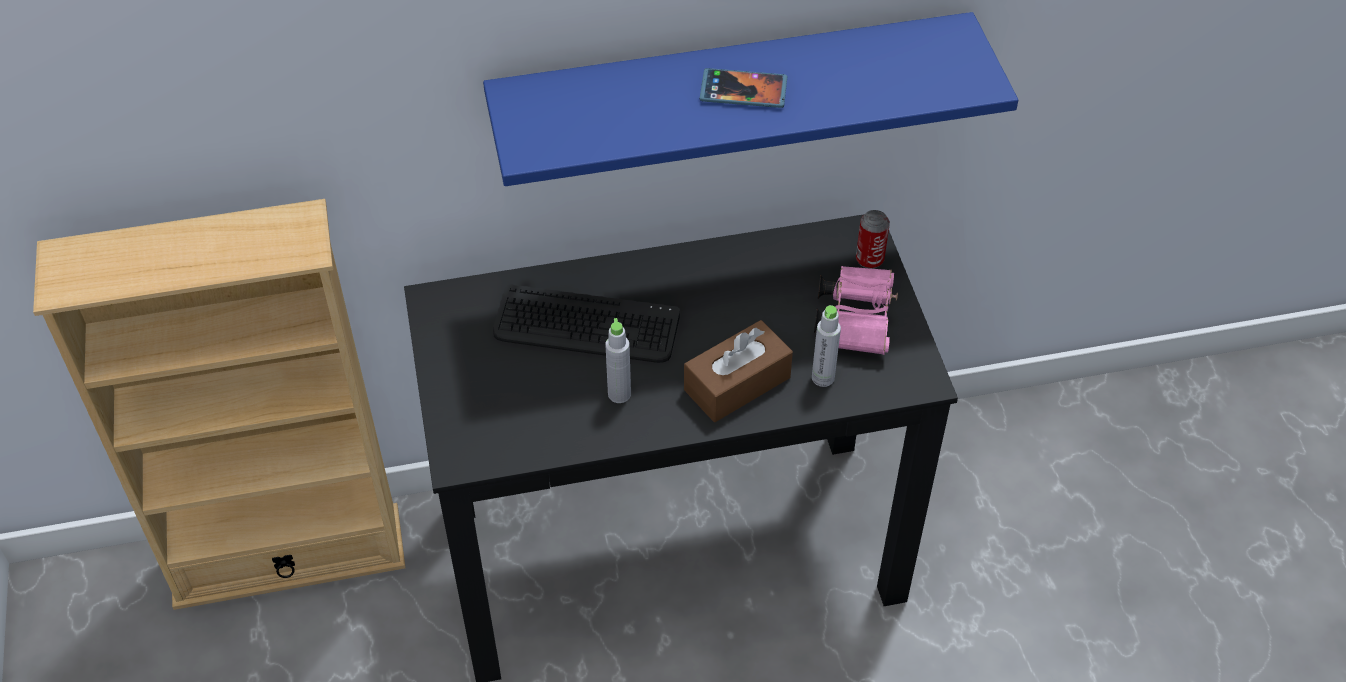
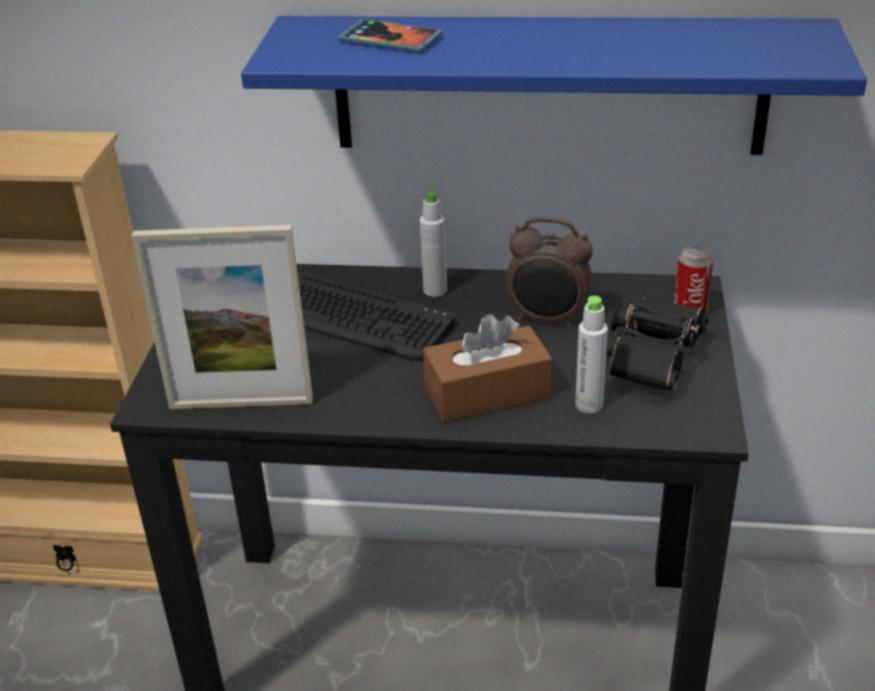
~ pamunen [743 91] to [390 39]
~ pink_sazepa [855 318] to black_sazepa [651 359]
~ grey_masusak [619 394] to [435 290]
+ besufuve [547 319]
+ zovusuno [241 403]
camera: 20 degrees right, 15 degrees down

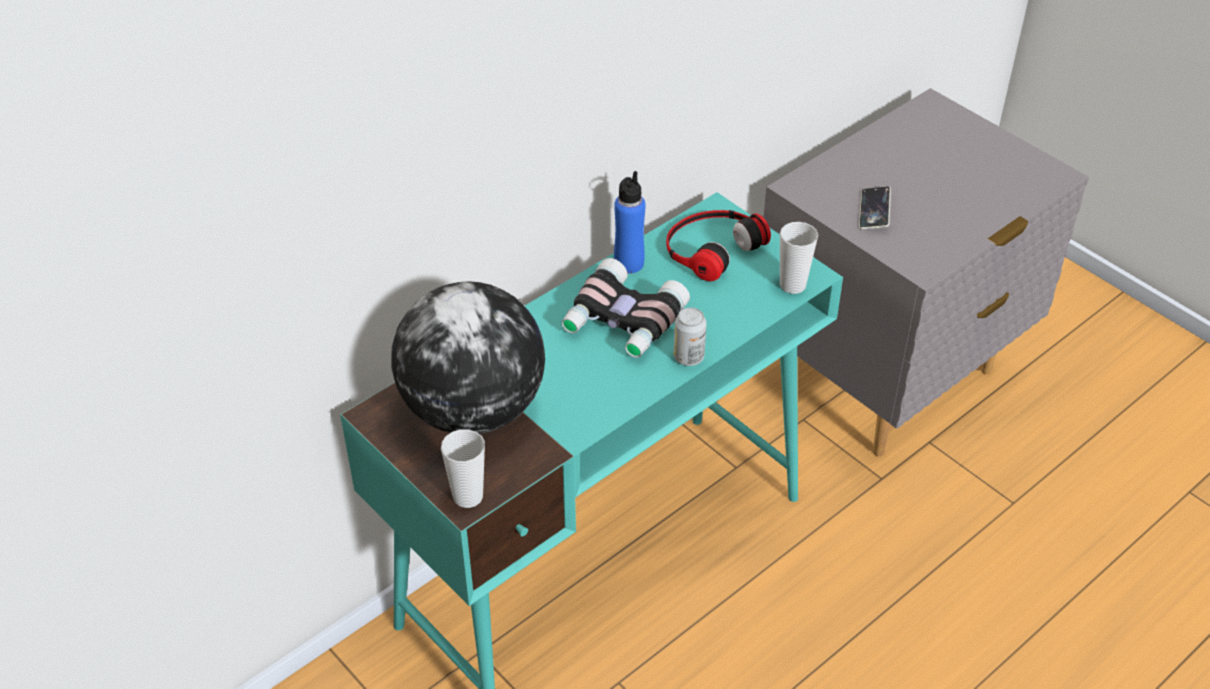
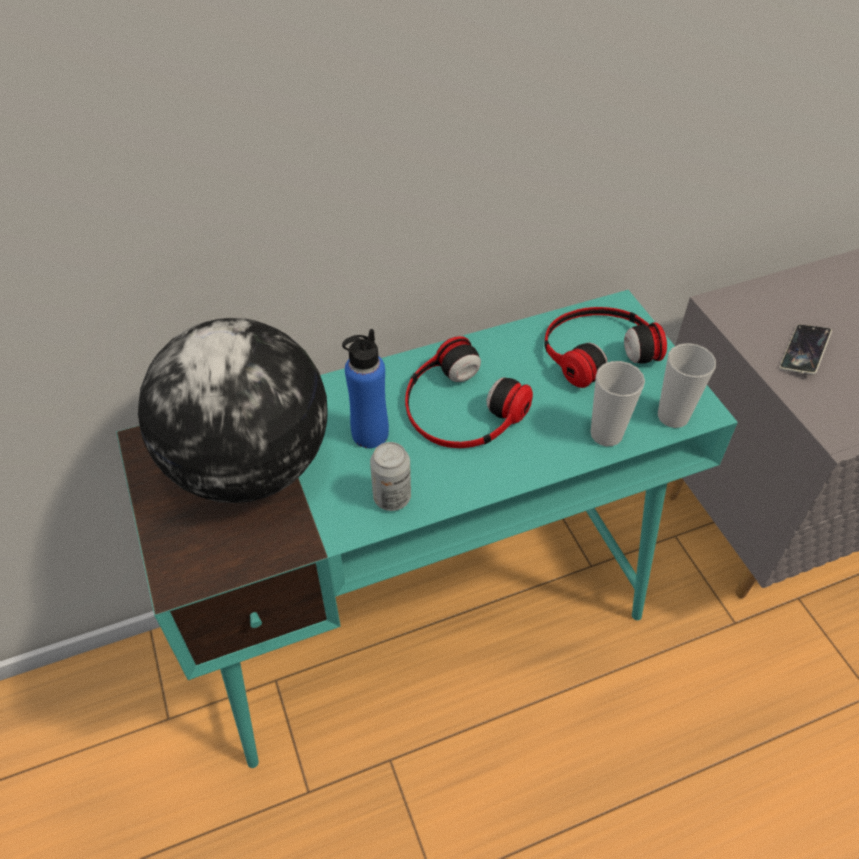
~ blue_masusak [628 263] to [370 434]
~ sazepa [622 321] to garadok [460 408]
~ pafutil [688 357] to [392 498]
~ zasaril [468 496] to [606 434]
camera: 20 degrees right, 5 degrees up

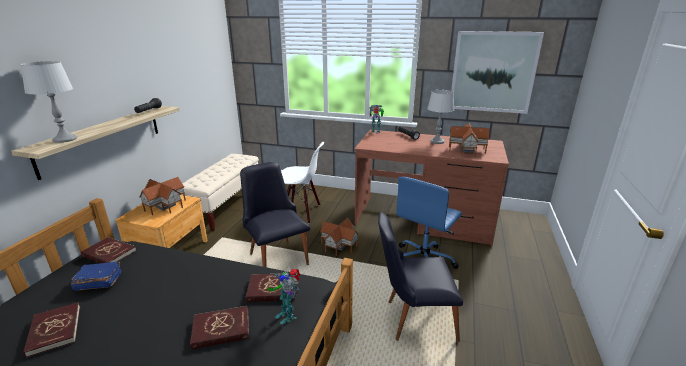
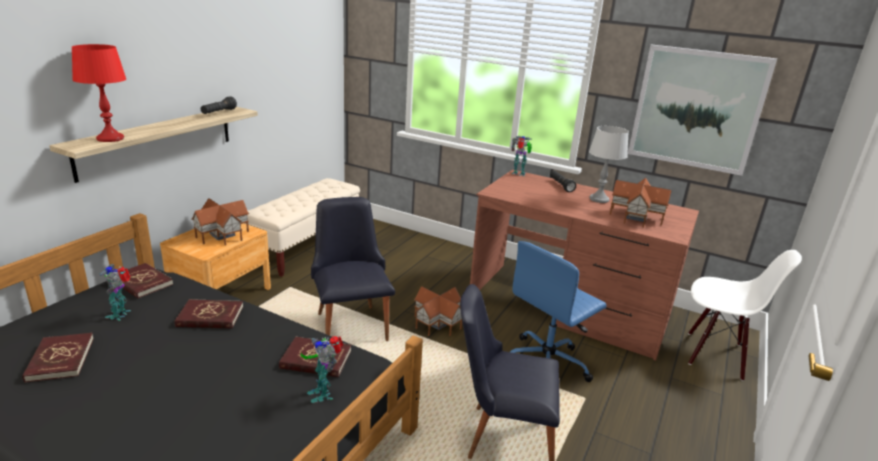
~ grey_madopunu [65 139] to red_madopunu [111 138]
~ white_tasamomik [301 212] to [715 355]
~ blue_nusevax [98 282] to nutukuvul [121 314]
~ red_nusevax [221 329] to [210 317]
camera: 10 degrees right, 0 degrees up

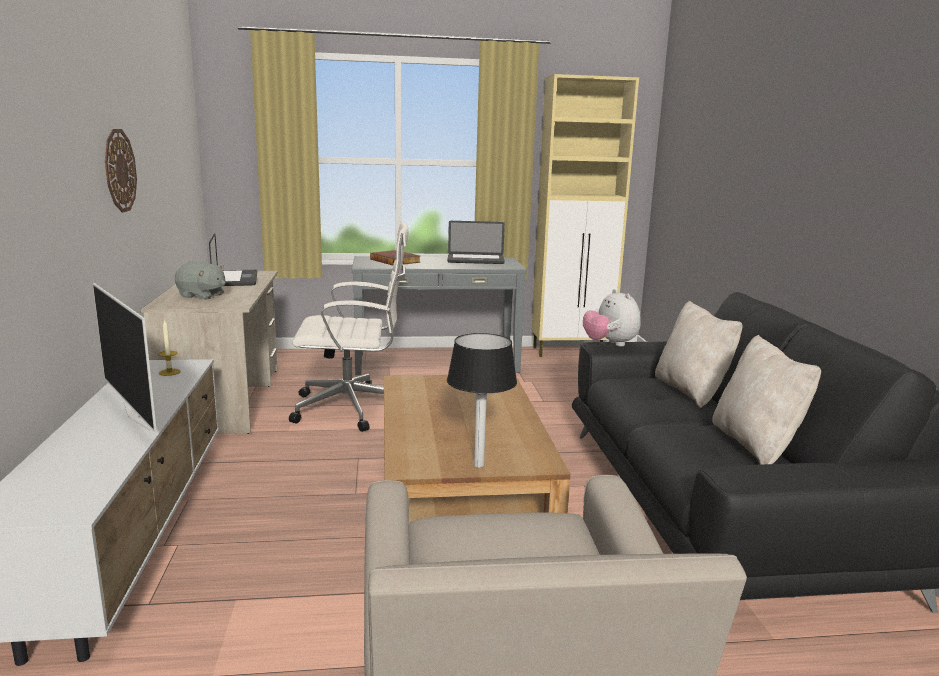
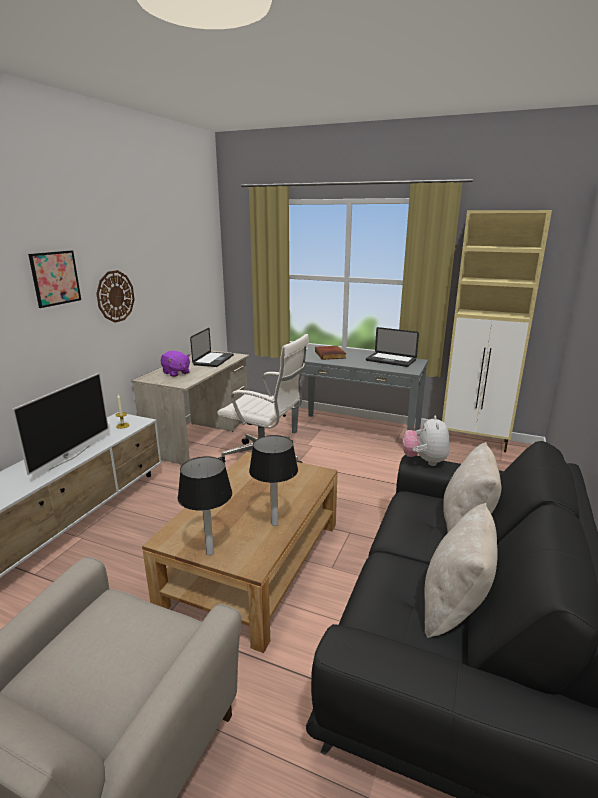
~ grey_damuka [202 296] to purple_damuka [176 373]
~ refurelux [138 415] = [69 457] 150 degrees counterclockwise
+ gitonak [55 278]
+ madopunu [274 524]
camera: 30 degrees right, 5 degrees up

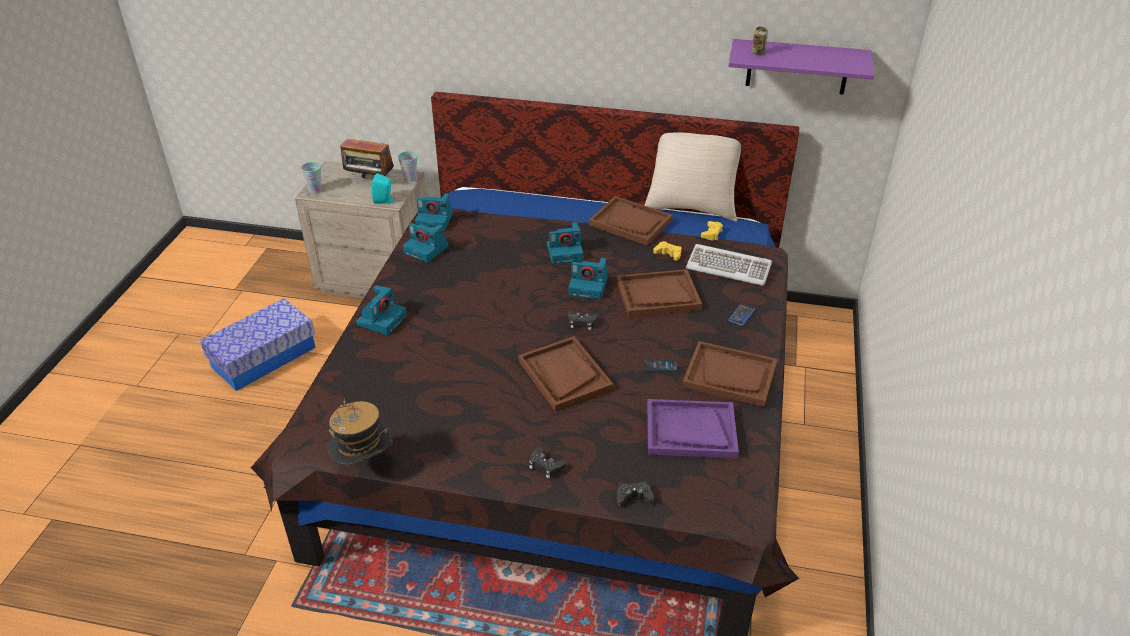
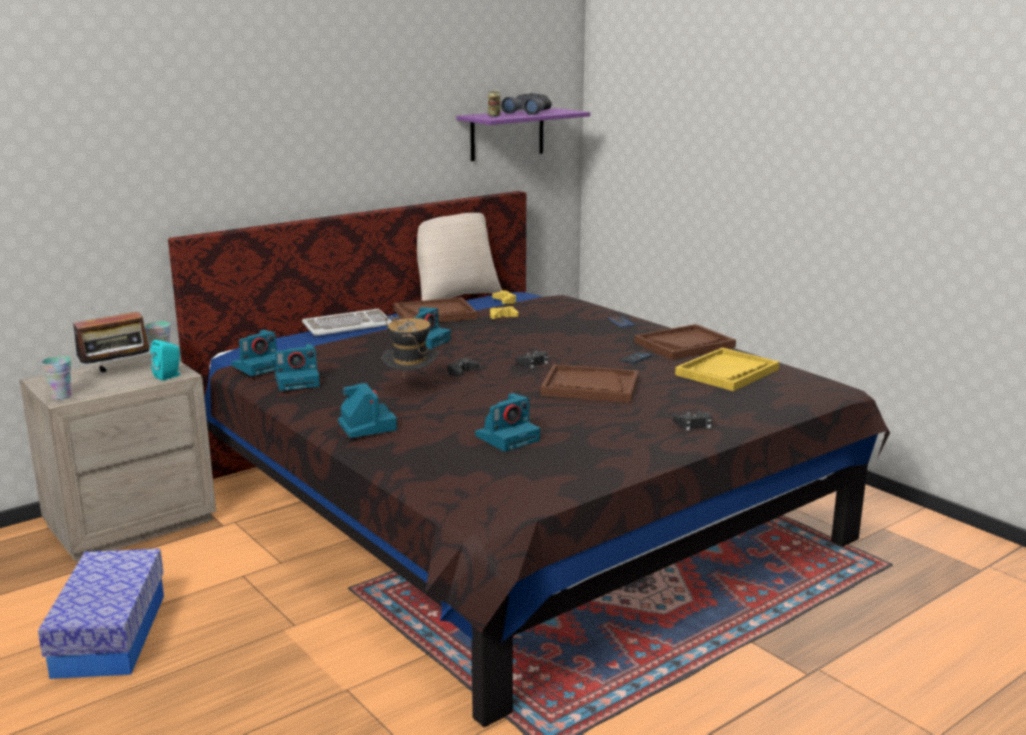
~ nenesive [729 267] to [347 326]
~ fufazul [589 286] to [508 437]
- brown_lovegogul [657 295]
~ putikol [364 465] to [411 388]
~ purple_lovegogul [690 431] to yellow_lovegogul [727 372]
~ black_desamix [633 497] to [462 372]
+ grey_sazepa [529 112]
camera: 50 degrees left, 20 degrees down

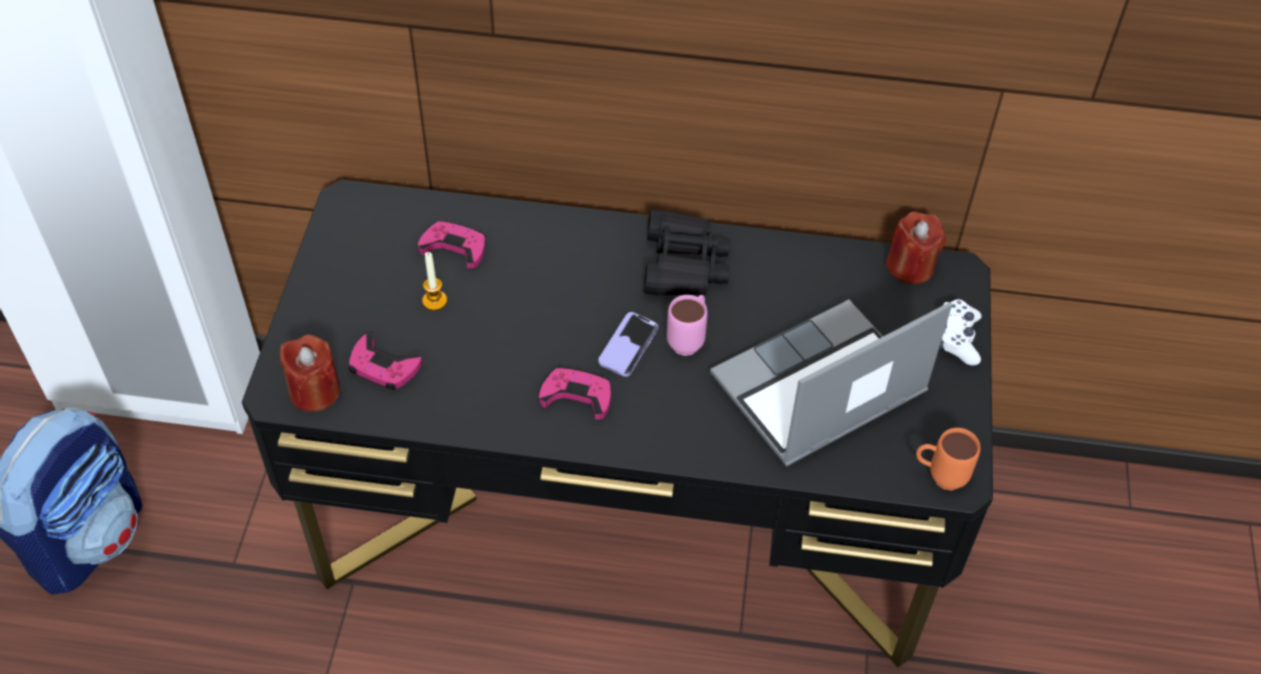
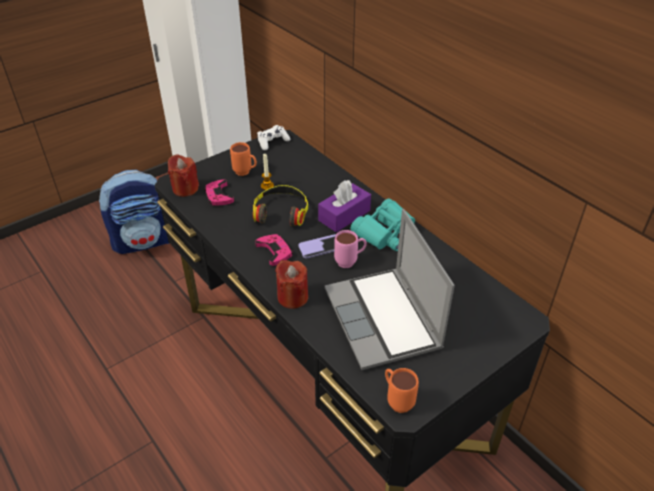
~ black_sazepa [683 265] to turquoise_sazepa [386 233]
~ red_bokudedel [910 266] to [292 297]
- pink_desamix [454 247]
~ white_desamix [958 338] to [272 142]
~ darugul [818 389] = [384 320] 120 degrees counterclockwise
+ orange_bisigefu [245 173]
+ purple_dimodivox [344 215]
+ garadok [281 211]
camera: 45 degrees right, 10 degrees down

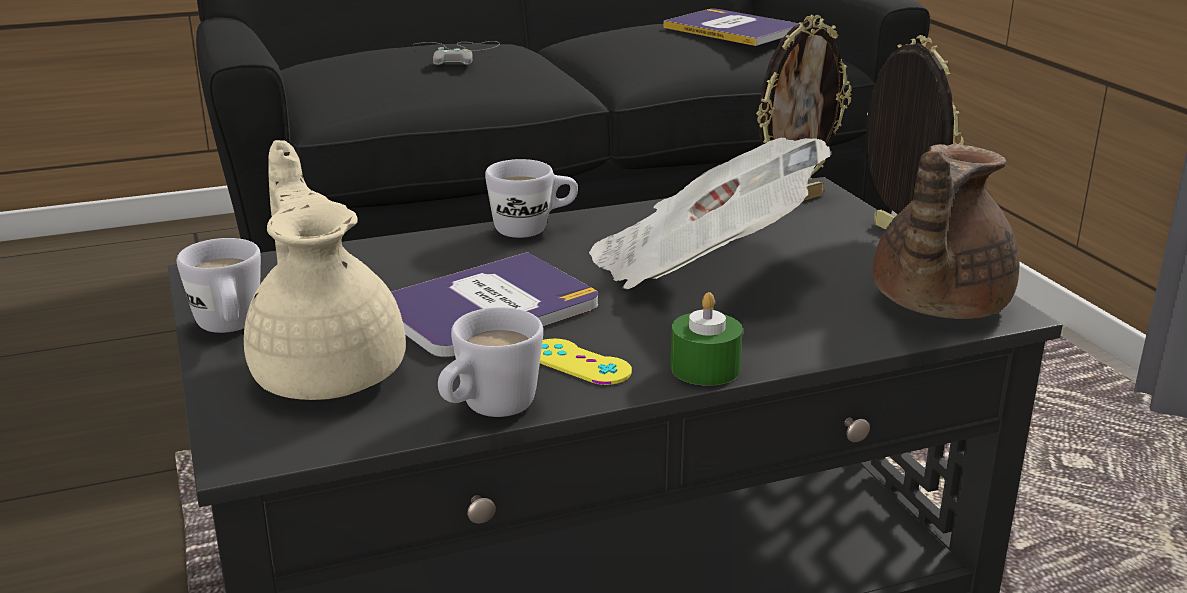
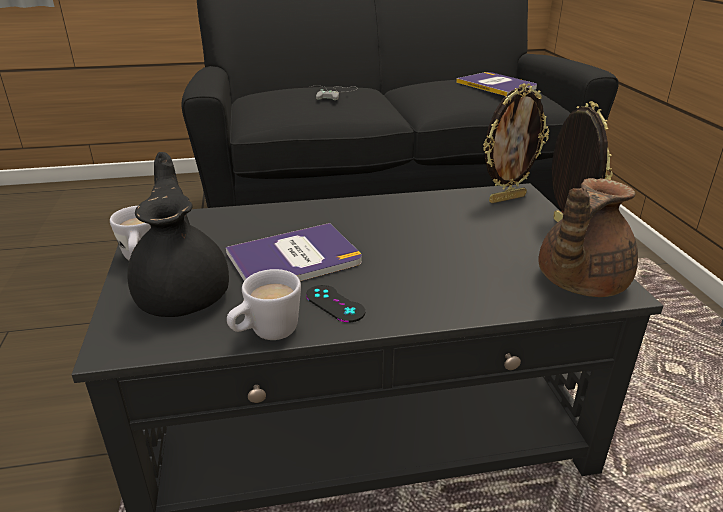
- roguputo [699 268]
~ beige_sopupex [329 370] to black_sopupex [185 294]
- white_bisigefu [533 229]
- green_bokudedel [705 368]
~ yellow_desamix [579 362] to black_desamix [335 304]
camera: 10 degrees right, 5 degrees up

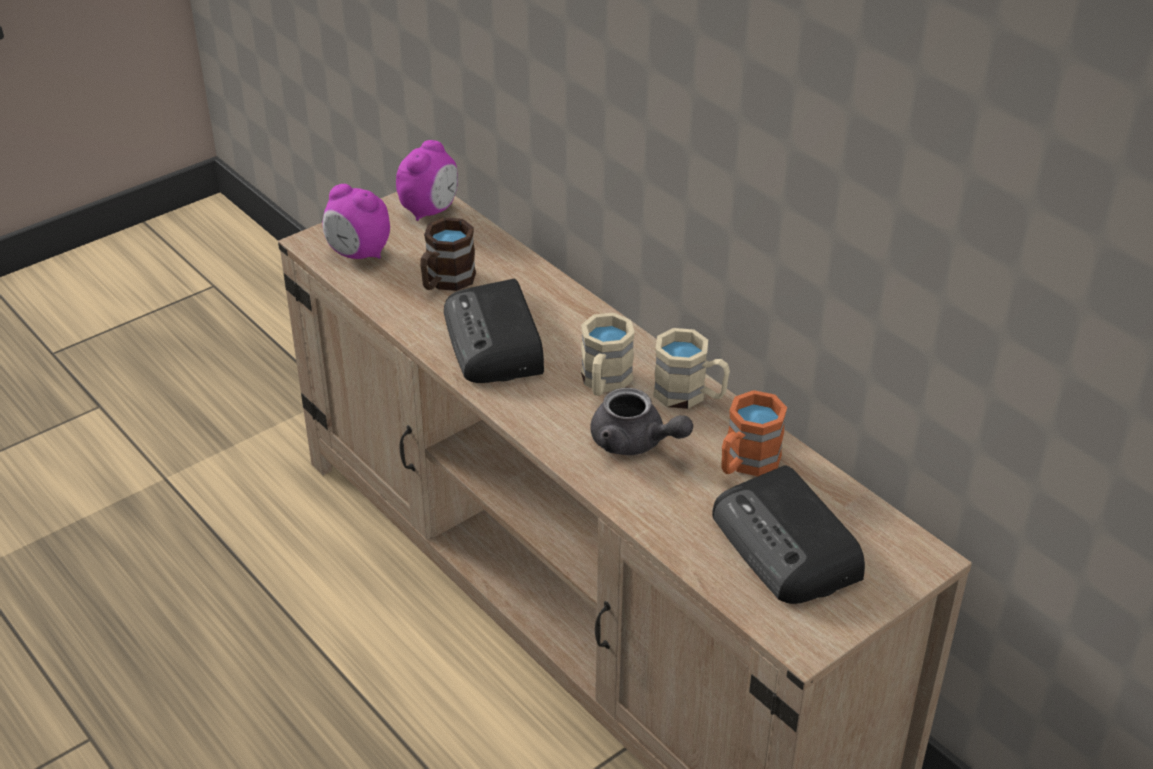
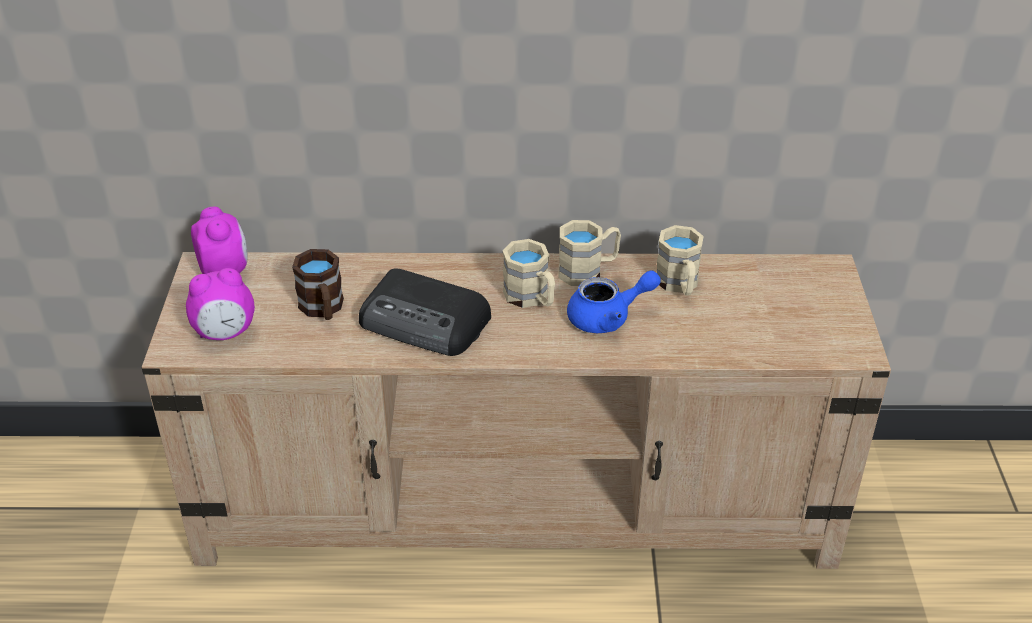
~ grey_sopupex [635 443] to blue_sopupex [608 318]
~ orange_bisigefu [745 463] to beige_bisigefu [679 285]
- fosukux [787 546]
camera: 50 degrees left, 0 degrees up

